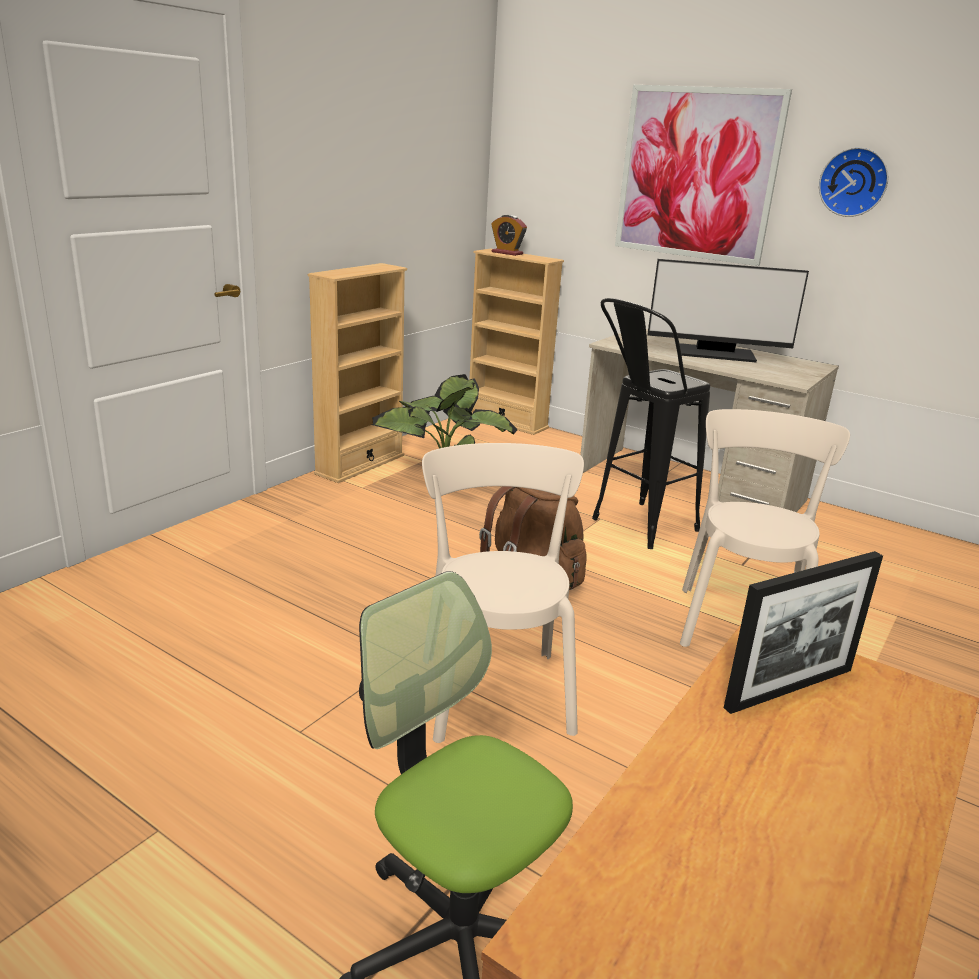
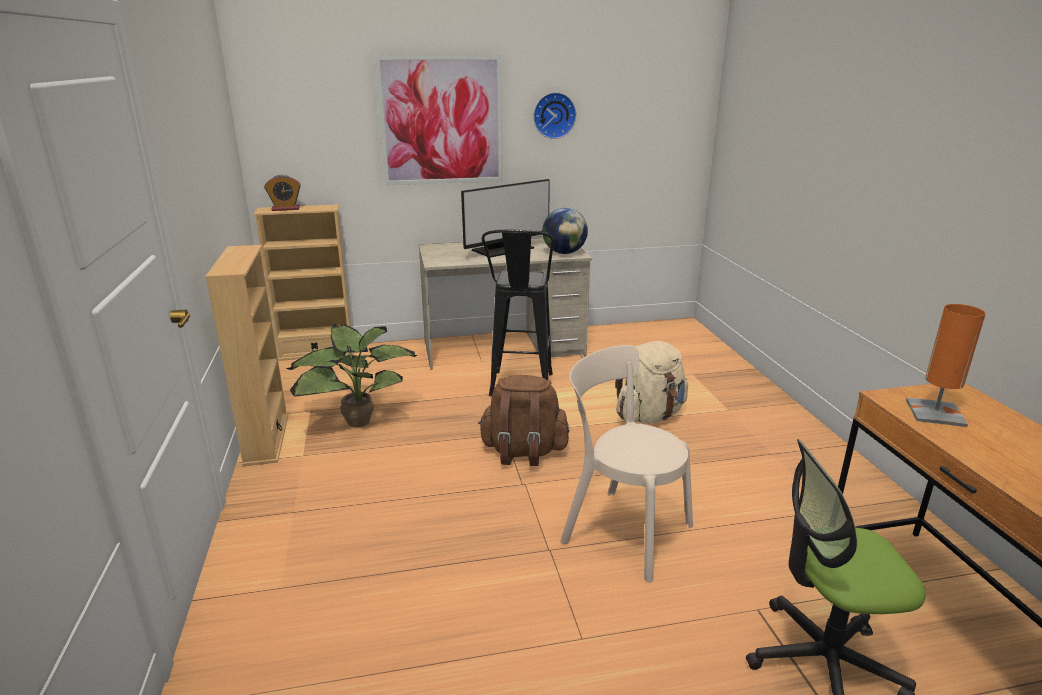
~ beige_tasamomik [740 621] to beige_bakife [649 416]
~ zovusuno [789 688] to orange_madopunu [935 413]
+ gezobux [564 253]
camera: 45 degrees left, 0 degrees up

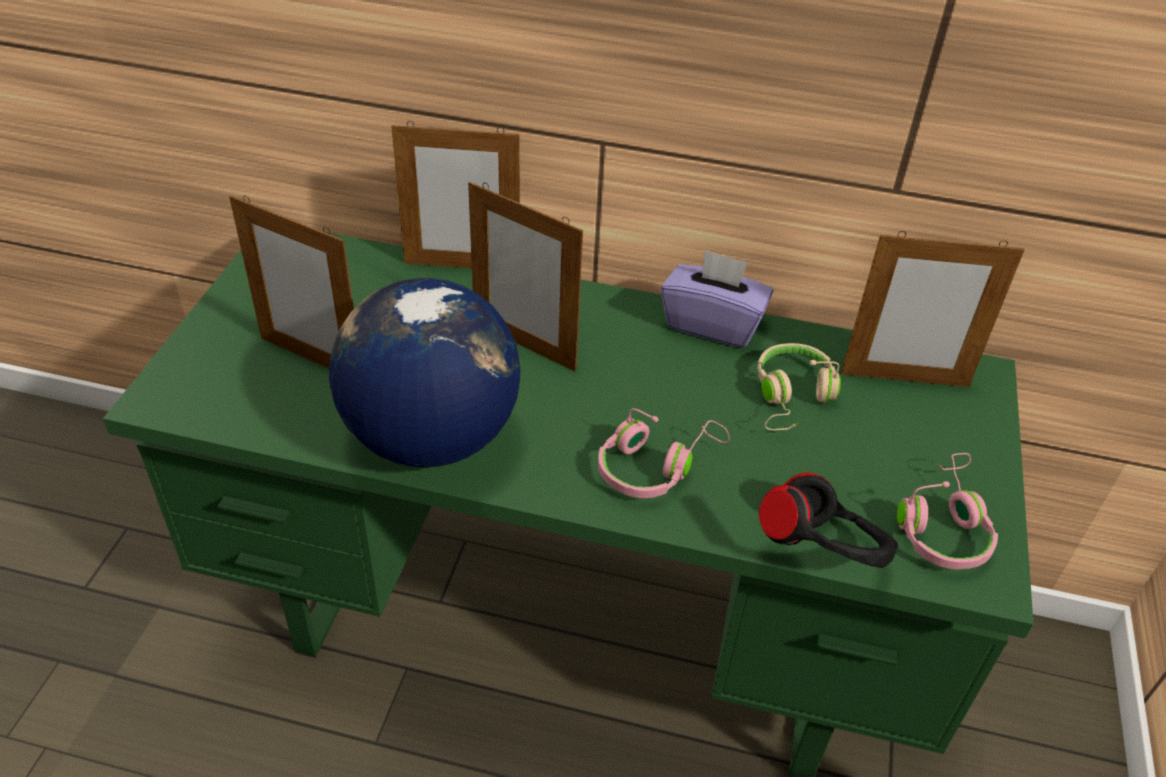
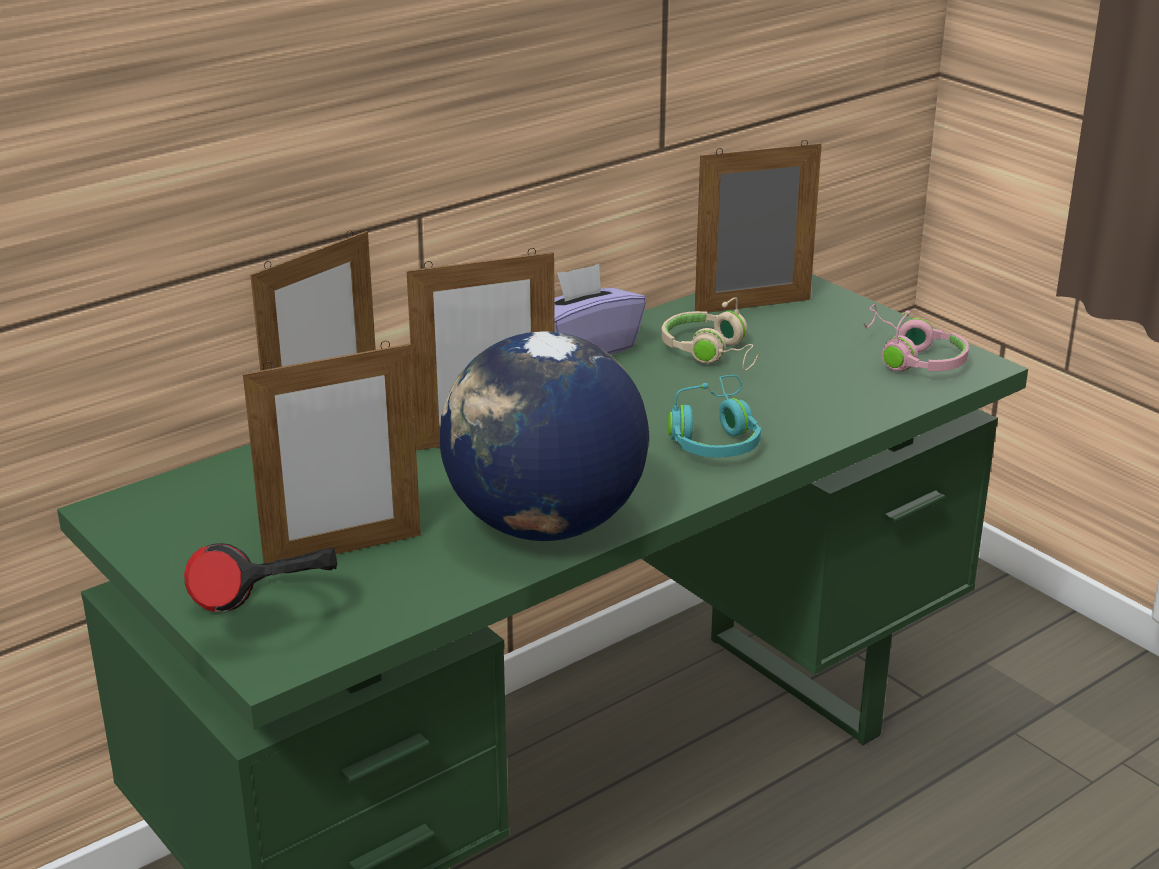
~ zovusuno [904 379] = [752 306] 150 degrees counterclockwise
~ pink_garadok [655 465] to turquoise_garadok [714 437]
~ black_garadok [822 554] to [266 614]
camera: 50 degrees left, 15 degrees down

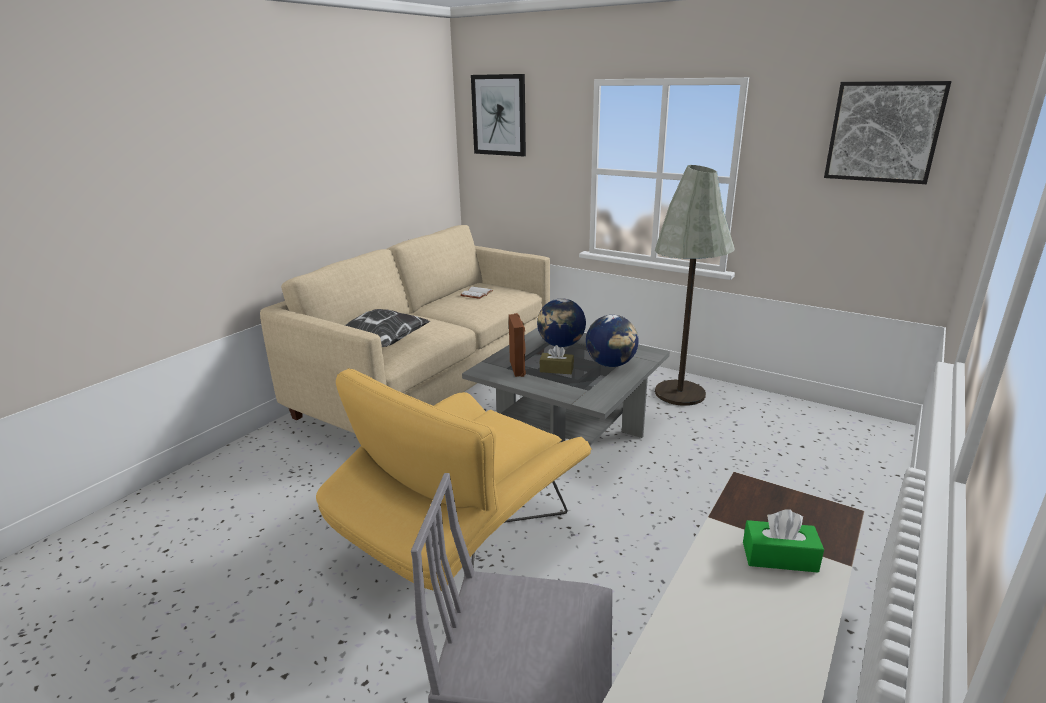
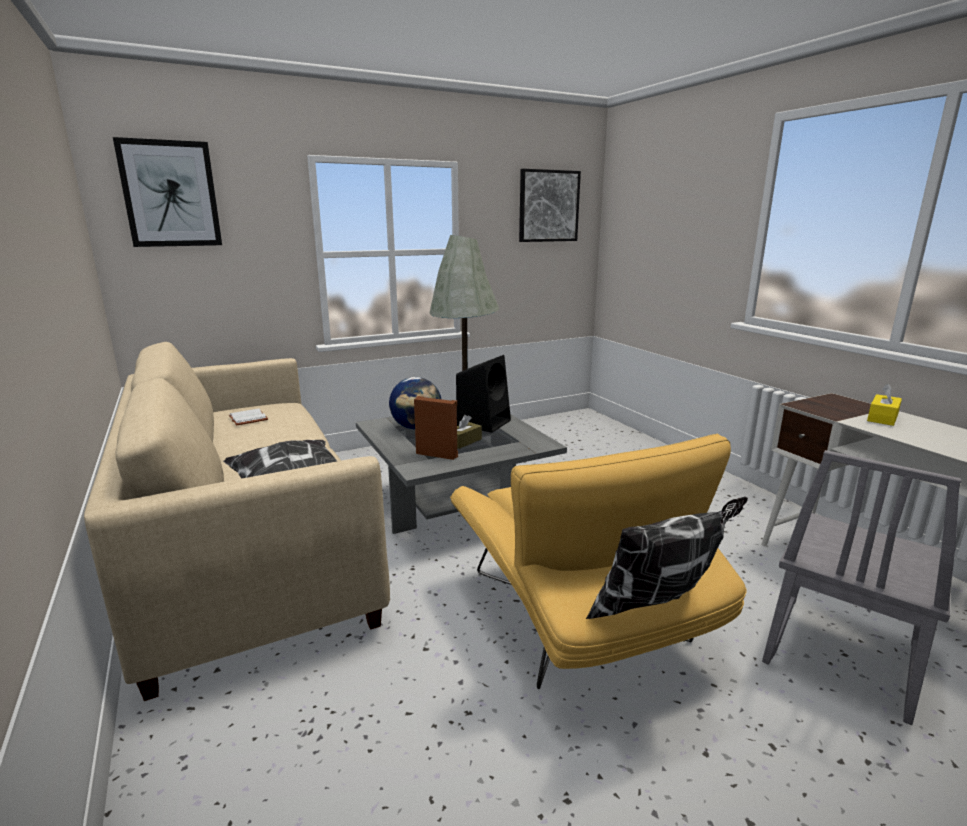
~ gezobux [611 364] to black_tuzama [484 422]
~ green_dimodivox [779 557] to yellow_dimodivox [882 418]
+ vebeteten [657 615]
camera: 60 degrees left, 5 degrees down

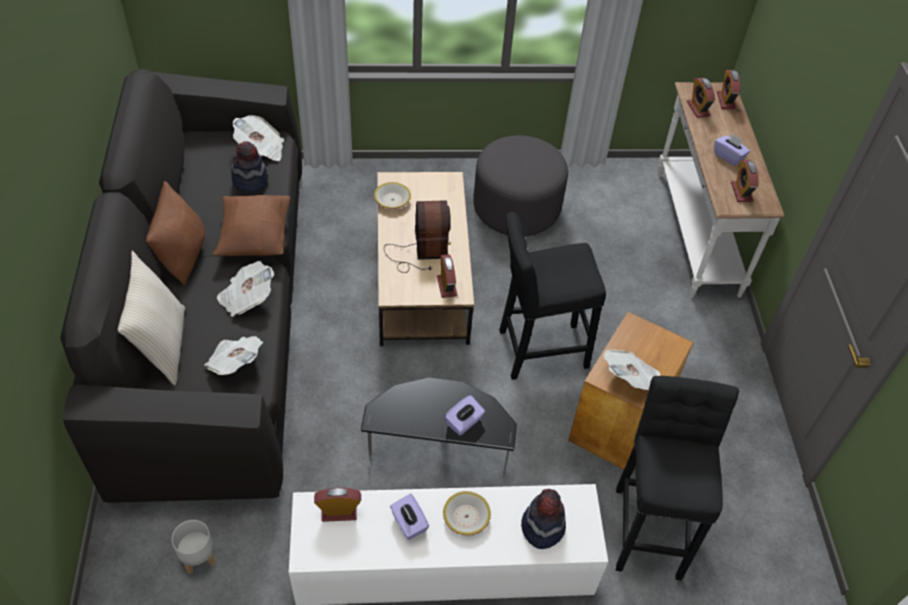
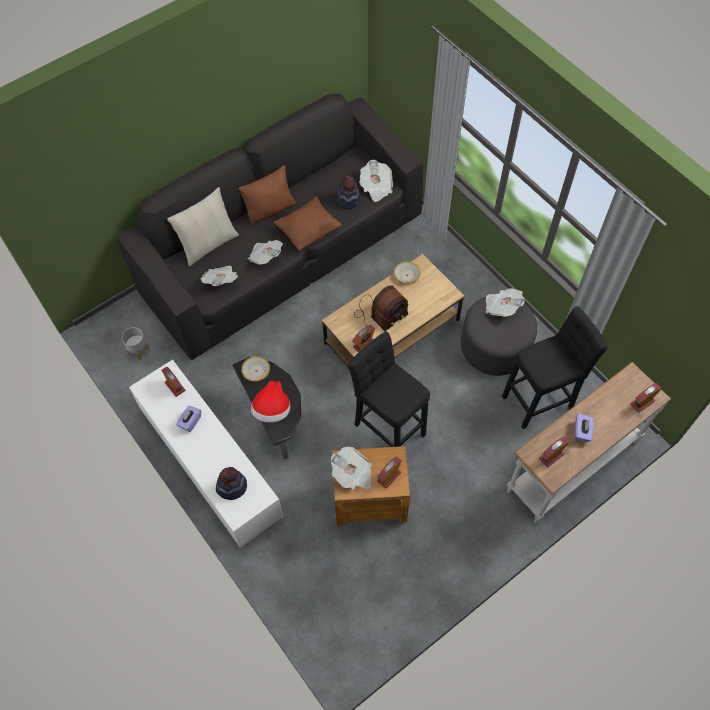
~ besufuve [698 109] to [389 476]
~ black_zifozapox [650 527] to [540 399]
~ purple_dimodivox [464 422] to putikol [272 410]
~ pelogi [466 516] to [256 371]
+ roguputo [502 307]
camera: 60 degrees right, 10 degrees up

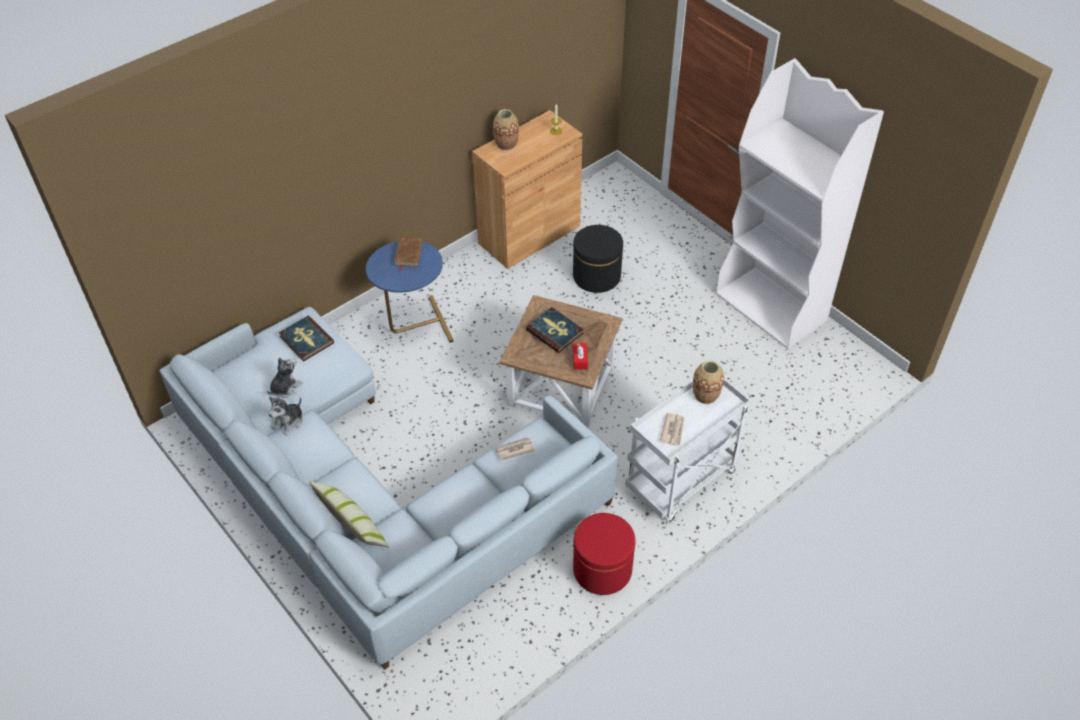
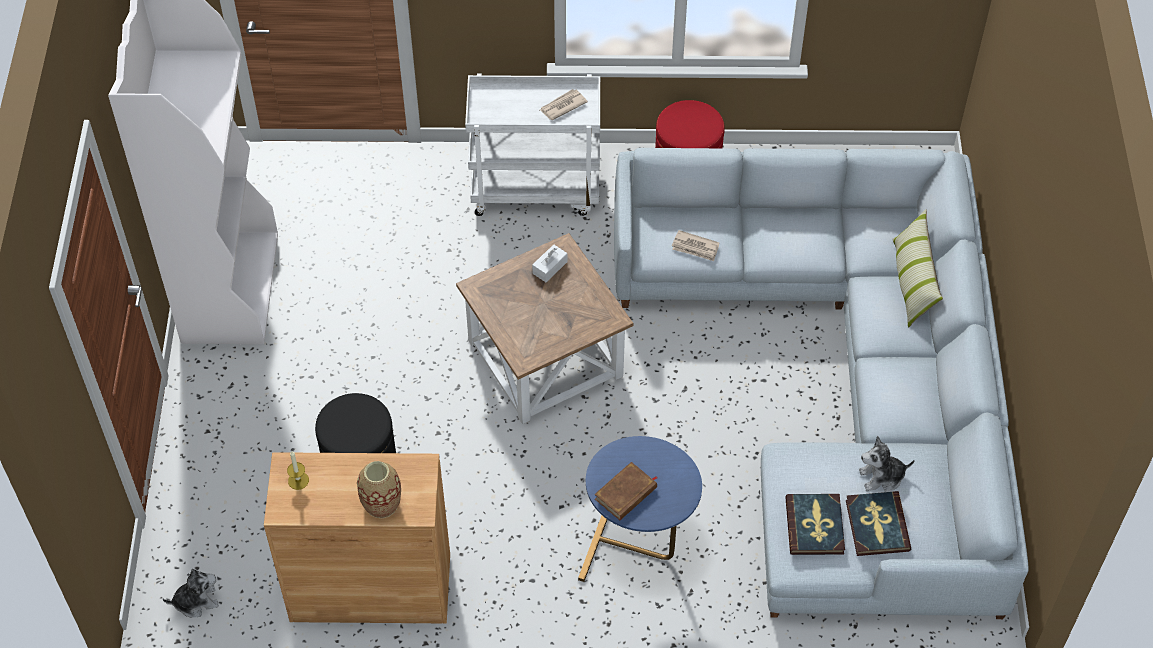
~ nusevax [555 331] to [876 525]
~ red_dimodivox [580 359] to white_dimodivox [550 267]
- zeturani [705 395]
~ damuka [289 422] to [196 601]
camera: 140 degrees left, 5 degrees up

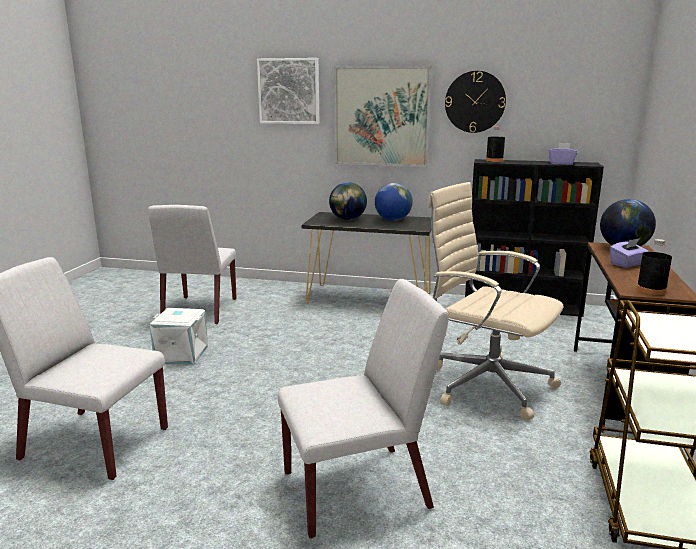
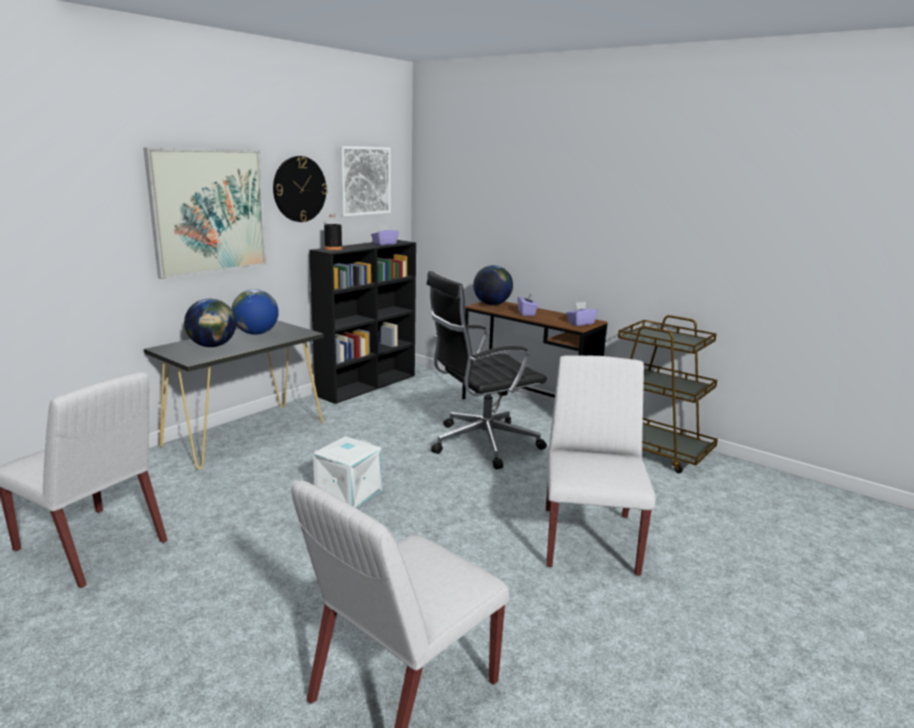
~ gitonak [289 91] to [364 181]
~ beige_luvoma [486 384] to black_luvoma [481 444]
~ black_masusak [651 290] to purple_dimodivox [580 323]
~ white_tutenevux [182 353] to [348 492]
camera: 65 degrees left, 0 degrees up

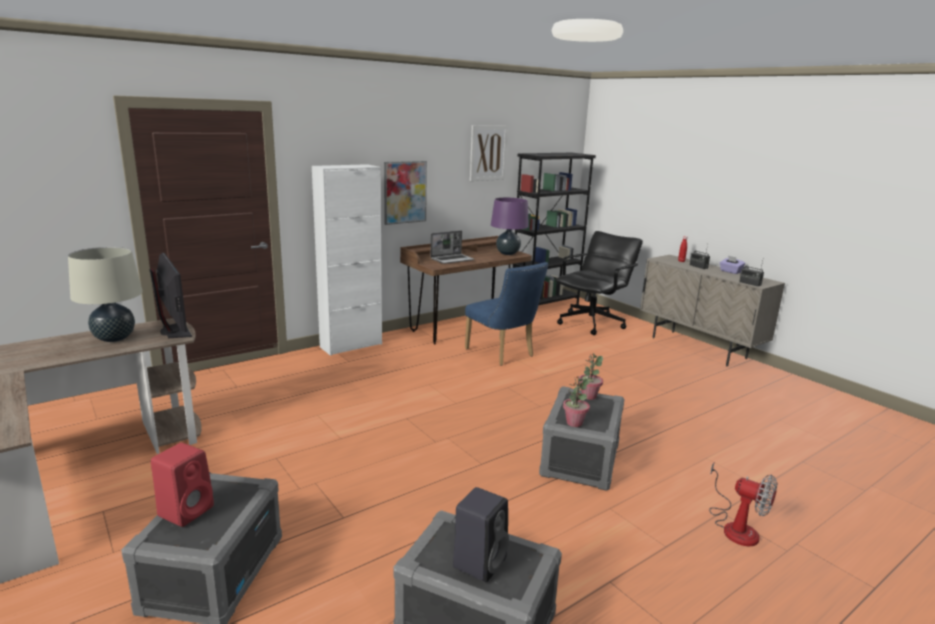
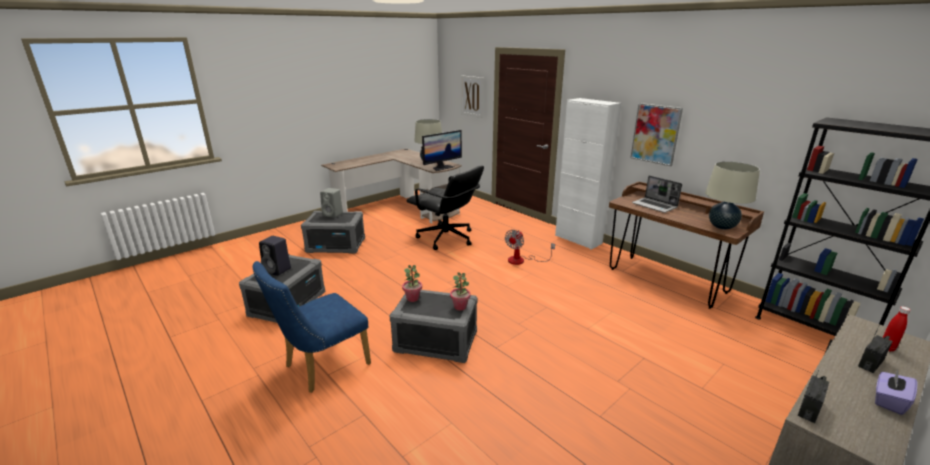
~ gitonak [488 153] to [472 96]
~ purple_madopunu [507 253] to beige_madopunu [722 226]
~ black_luvoma [592 323] to [446 238]
~ blue_tasamomik [503 354] to [321 367]
~ red_tuzama [187 510] to grey_tuzama [333 214]
~ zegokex [735 526] to [522 260]
camera: 85 degrees right, 5 degrees up

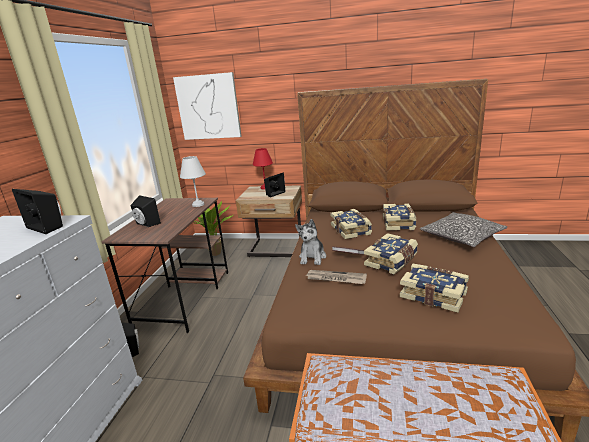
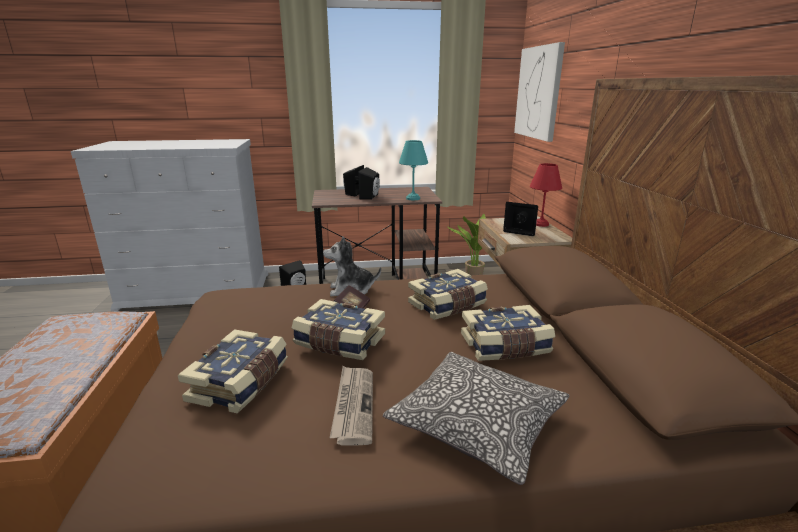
~ white_madopunu [198 204] to turquoise_madopunu [412 198]
~ black_tuzama [48 227] to [371 197]
~ roguputo [335 279] to [353 405]
camera: 70 degrees right, 0 degrees up

